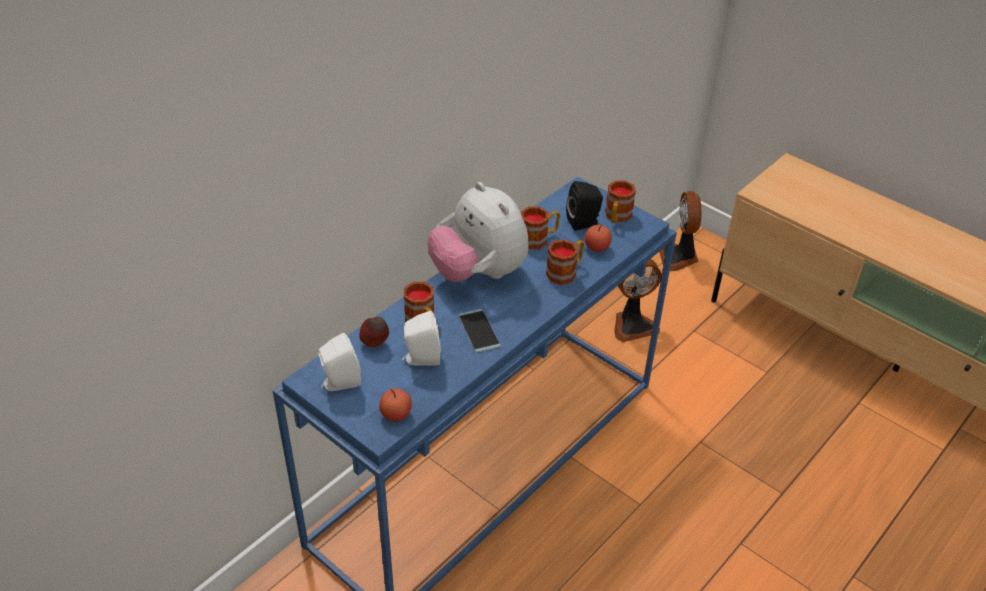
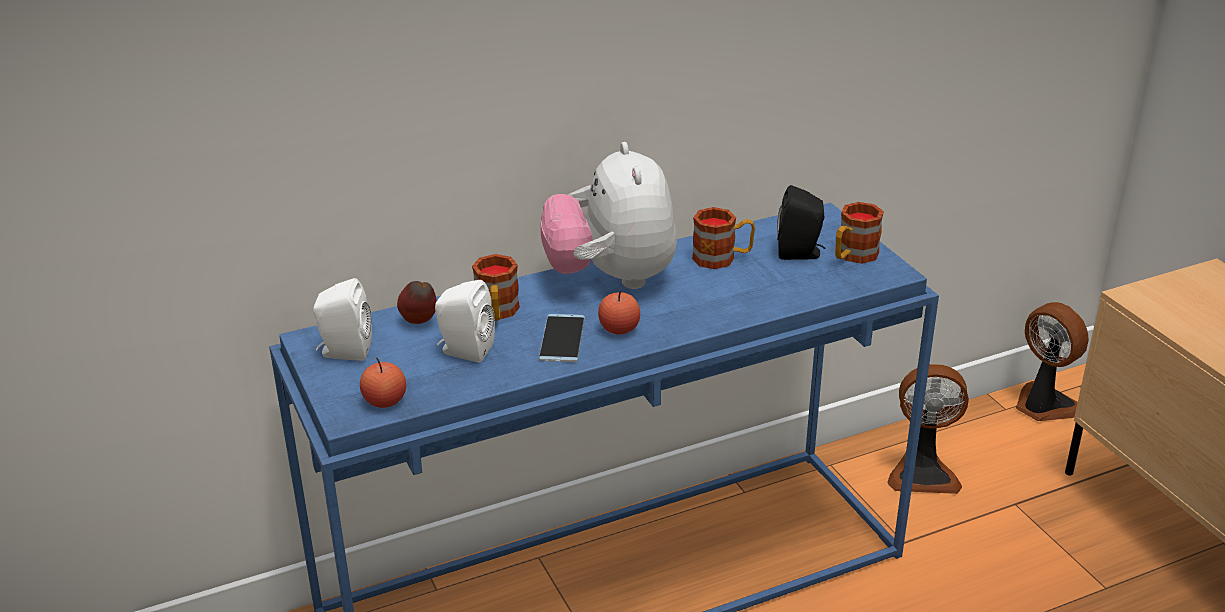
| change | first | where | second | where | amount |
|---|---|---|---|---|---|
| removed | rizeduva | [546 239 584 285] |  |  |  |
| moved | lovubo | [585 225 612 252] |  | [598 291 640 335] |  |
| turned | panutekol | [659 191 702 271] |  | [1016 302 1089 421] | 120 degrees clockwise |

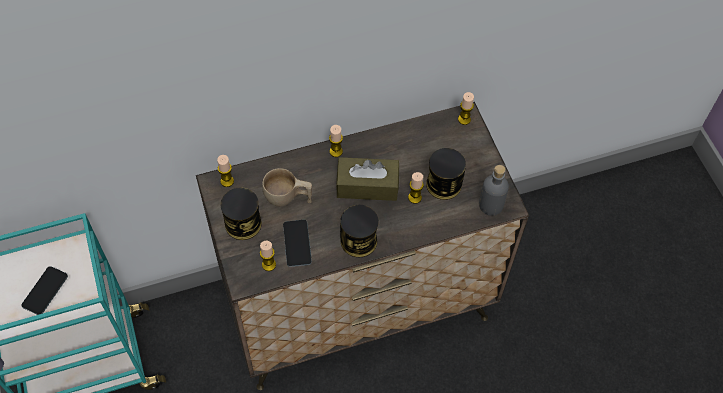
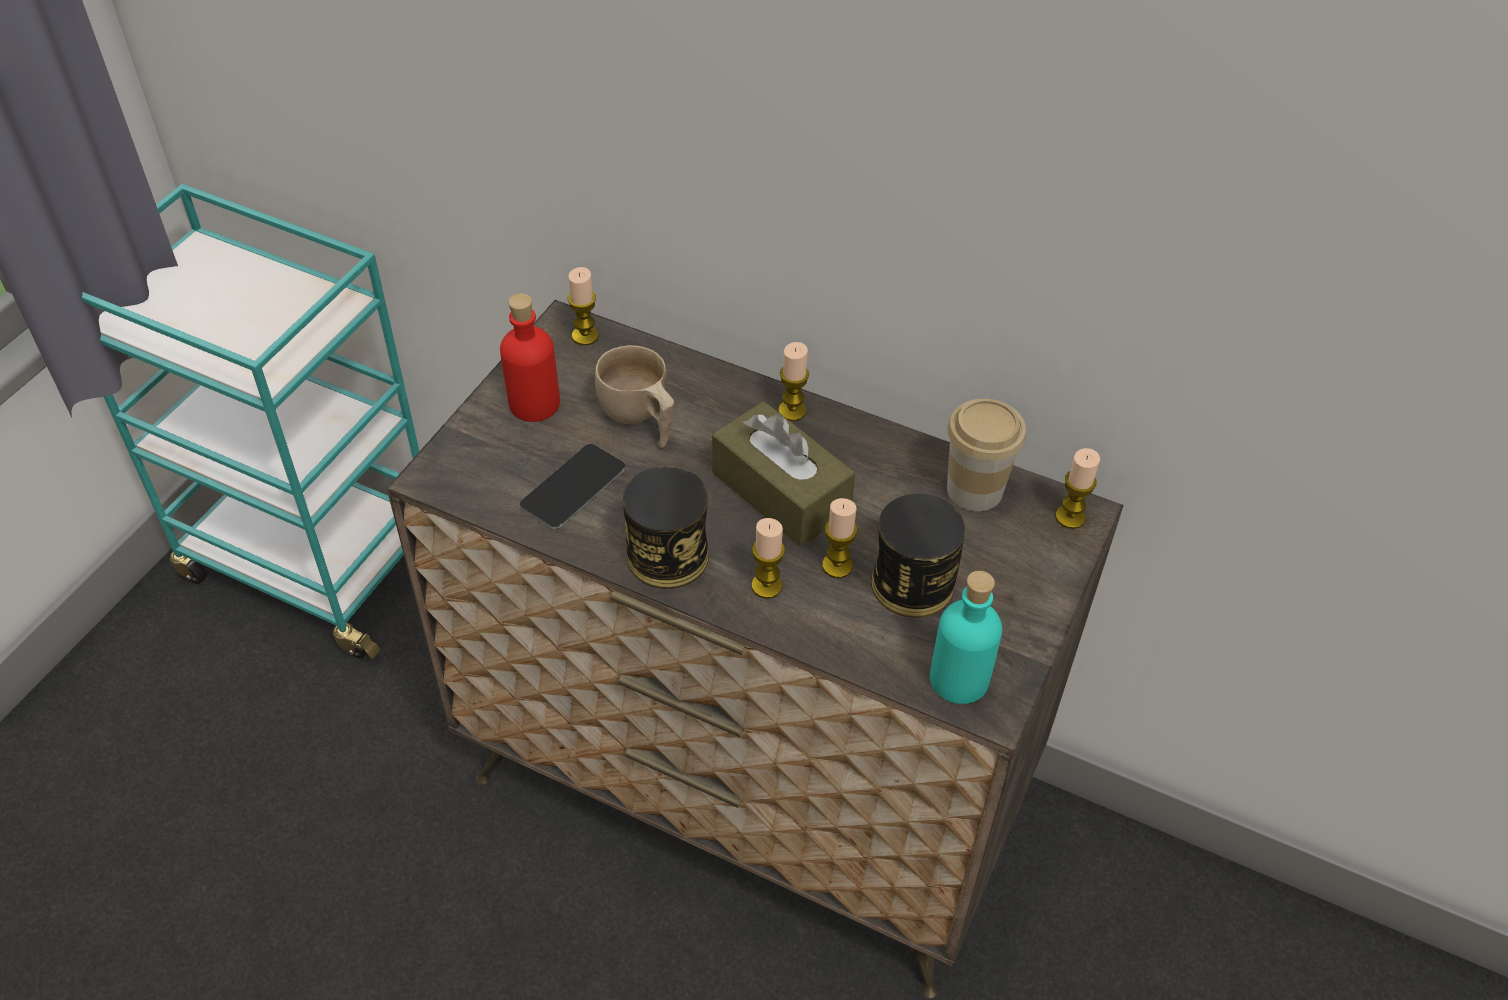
| change | first | where | second | where | amount |
|---|---|---|---|---|---|
| removed | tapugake | [21 266 68 315] |  |  |  |
| replaced | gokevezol | [221 187 262 240] | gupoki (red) | [500 293 560 422] |  |
| moved | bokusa | [260 240 276 271] |  | [751 518 785 599] |  |
| recoloured | gupoki (grey) | [479 165 509 216] | gupoki (turquoise) | [930 571 1002 704] |  |
| added |  |  | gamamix | [947 399 1026 511] |  |

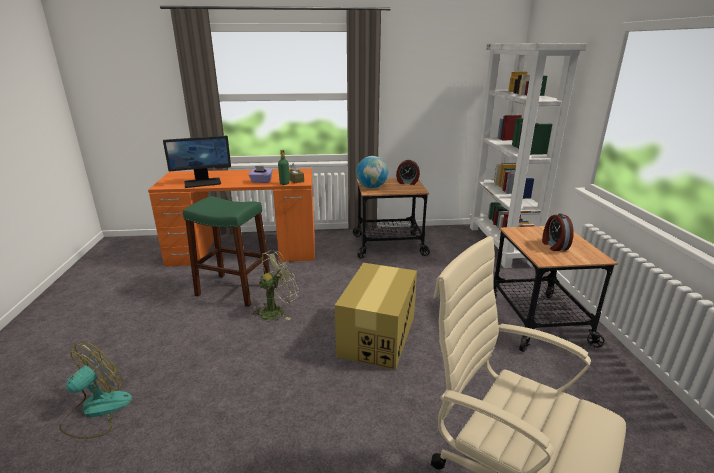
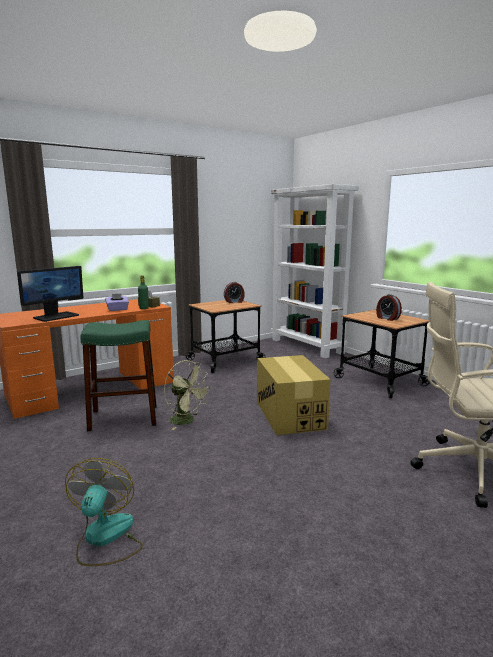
| change | first | where | second | where | amount |
|---|---|---|---|---|---|
| turned | panutekol (green) | [252 250 299 320] |  | [164 360 211 430] | 105 degrees clockwise |
| removed | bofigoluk | [356 156 388 188] |  |  |  |

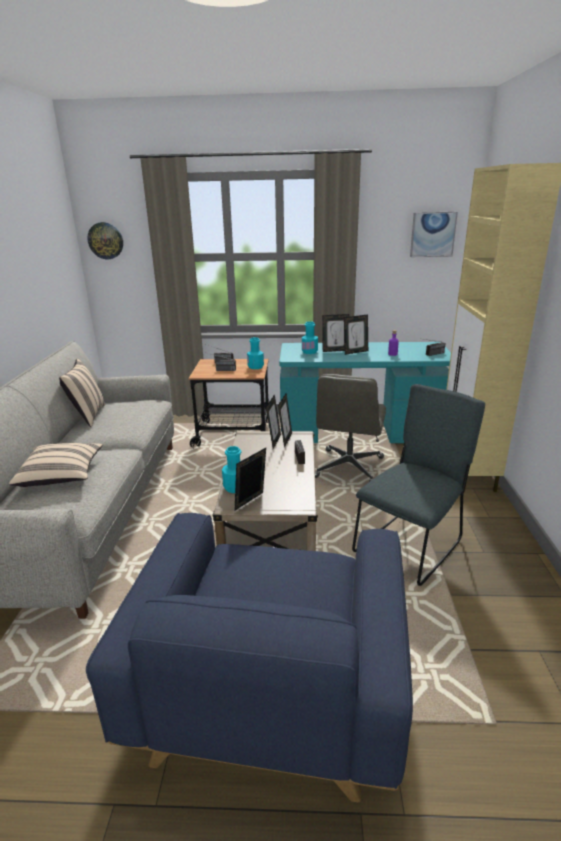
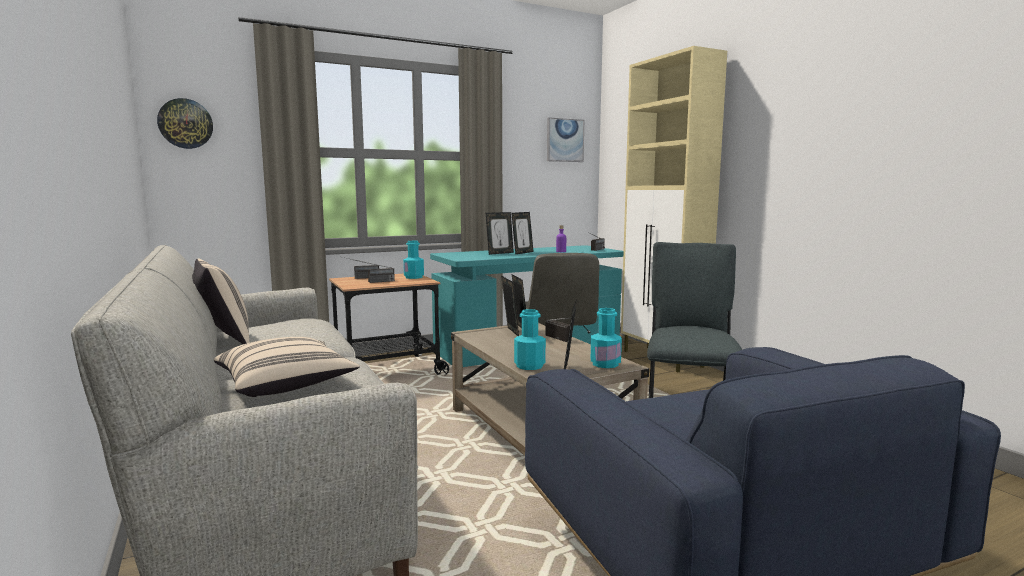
| change | first | where | second | where | amount |
|---|---|---|---|---|---|
| moved | gupoki (turquoise) | [302 321 318 354] |  | [591 308 622 368] |  |

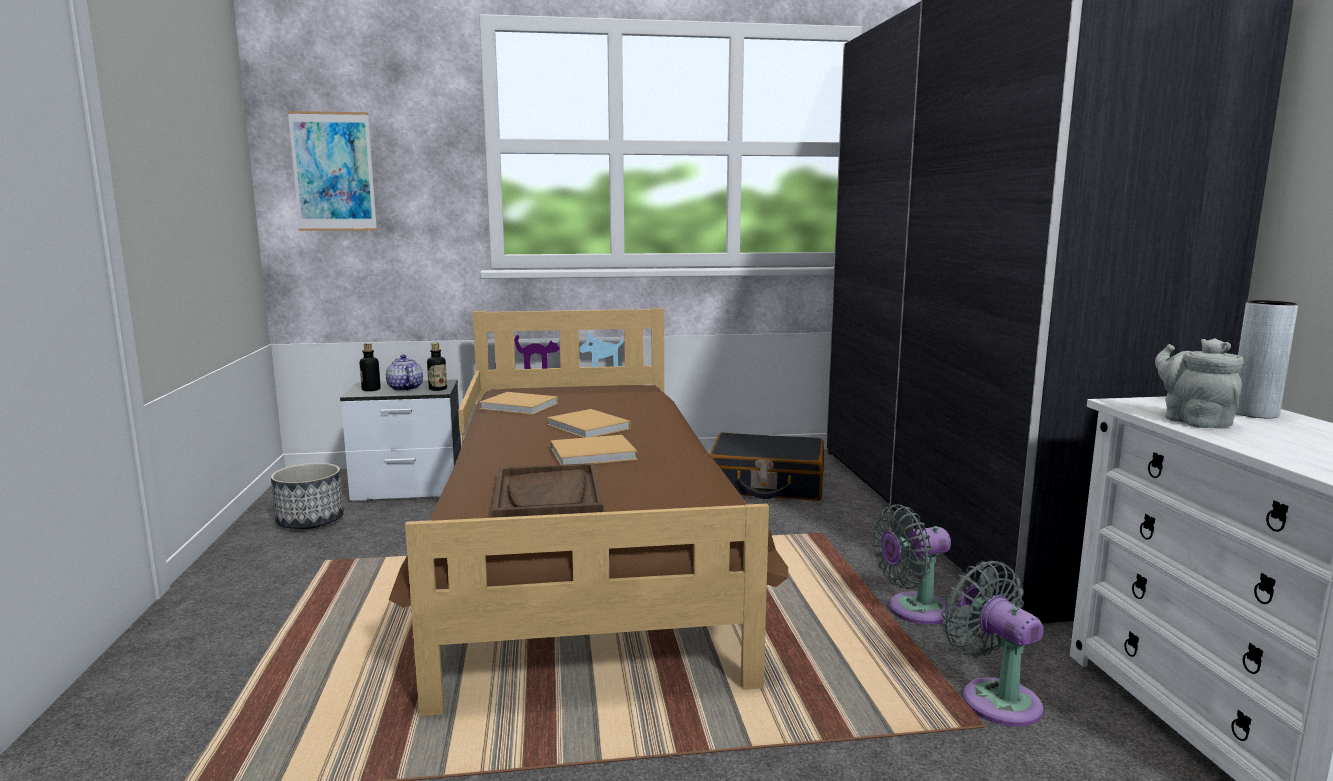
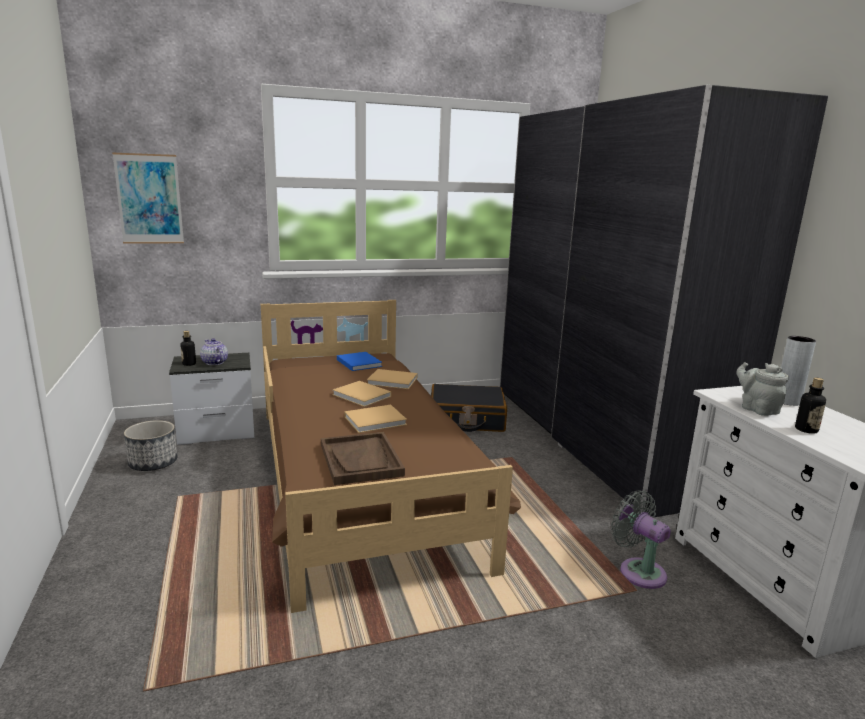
| change | first | where | second | where | amount |
|---|---|---|---|---|---|
| moved | gupoki | [427 343 447 391] |  | [795 377 826 434] |  |
| moved | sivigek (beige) | [479 392 558 415] |  | [367 369 418 389] |  |
| removed | panutekol (grey) | [872 504 952 625] |  |  |  |
| added |  |  | sivigek (blue) | [337 352 382 371] |  |

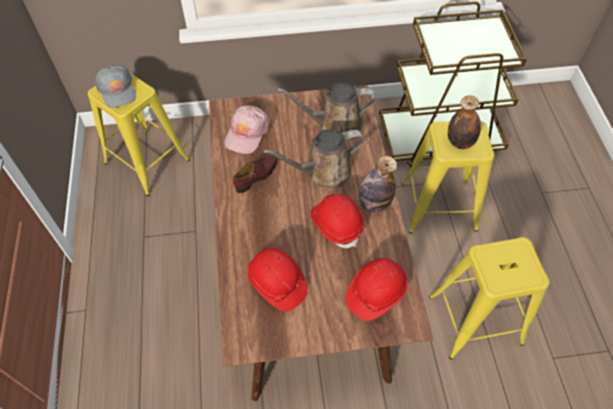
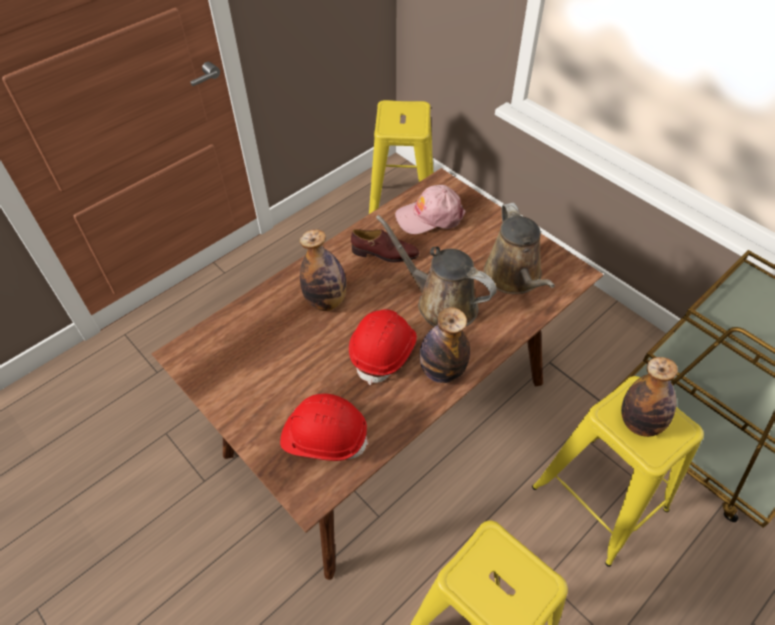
| change | first | where | second | where | amount |
|---|---|---|---|---|---|
| removed | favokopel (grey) | [95 65 136 108] |  |  |  |
| removed | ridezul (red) | [247 248 308 312] |  |  |  |
| turned | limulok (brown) | [277 83 376 140] |  | [484 203 555 294] | 150 degrees counterclockwise |
| added |  |  | gupoki | [300 229 347 311] |  |

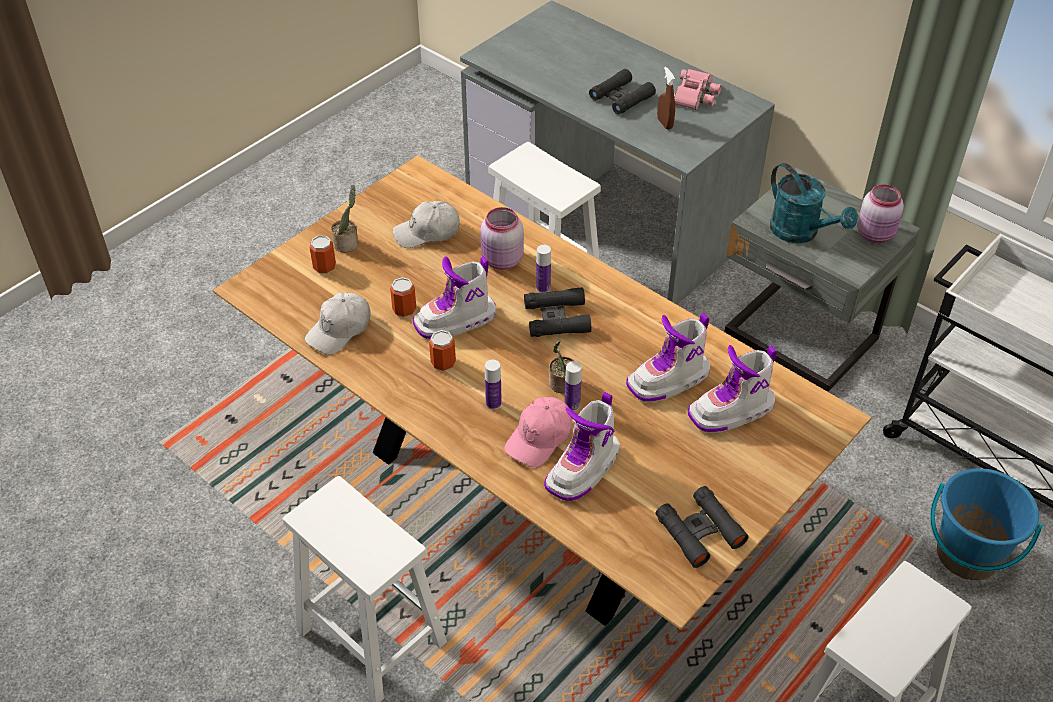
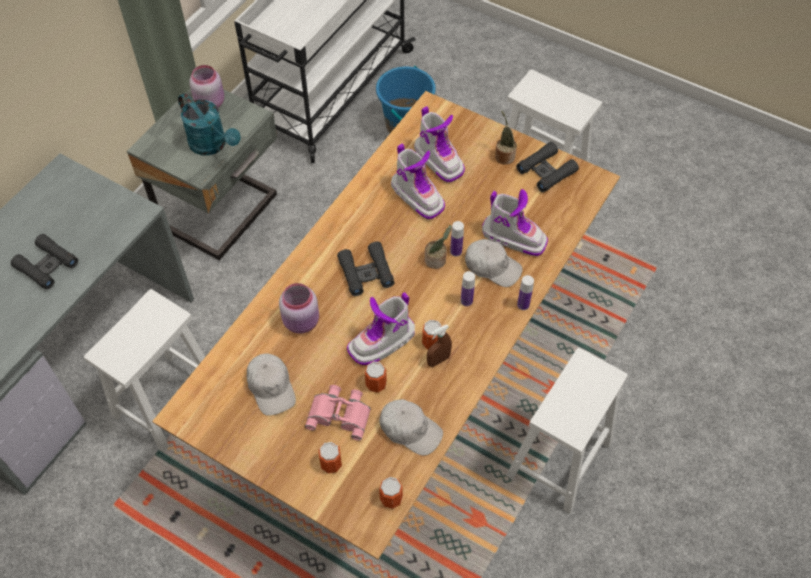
| change | first | where | second | where | amount |
|---|---|---|---|---|---|
| moved | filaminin | [331 185 358 253] |  | [495 111 517 165] |  |
| turned | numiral | [413 256 496 340] |  | [347 292 415 365] | 90 degrees clockwise |
| recoloured | favokopel (pink) | [504 397 572 467] | favokopel (white) | [465 239 523 287] |  |
| moved | gupoki | [536 245 551 293] |  | [517 275 534 310] |  |
| moved | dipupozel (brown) | [657 67 675 130] |  | [427 325 452 367] |  |
| moved | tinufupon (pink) | [674 69 722 110] |  | [305 385 371 441] |  |
| turned | limulok (turquoise) | [770 163 858 244] |  | [178 93 240 155] | 90 degrees clockwise |
| added |  |  | gokevezol | [379 477 403 509] |  |

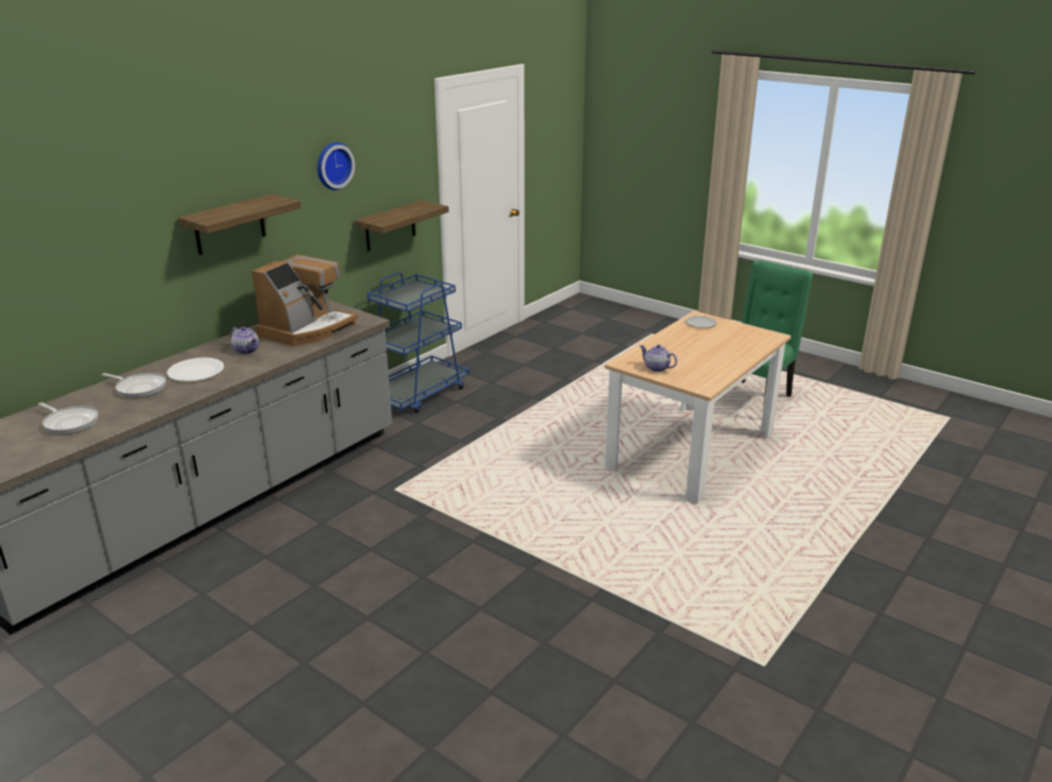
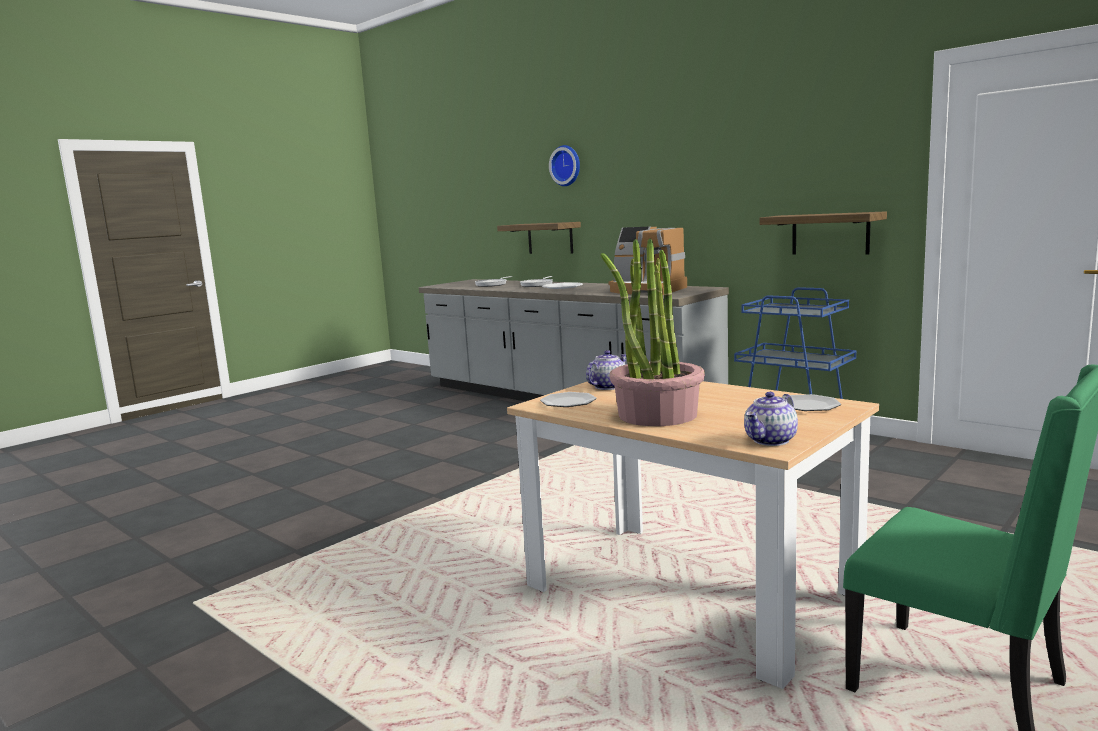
| change | first | where | second | where | amount |
|---|---|---|---|---|---|
| moved | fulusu | [178 194 301 255] |  | [497 222 581 254] |  |
| moved | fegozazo | [231 327 259 354] |  | [744 392 798 446] |  |
| moved | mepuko | [317 142 355 190] |  | [549 145 580 186] |  |
| added |  |  | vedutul | [540 392 596 407] |  |
| added |  |  | filaminin | [600 239 705 426] |  |

